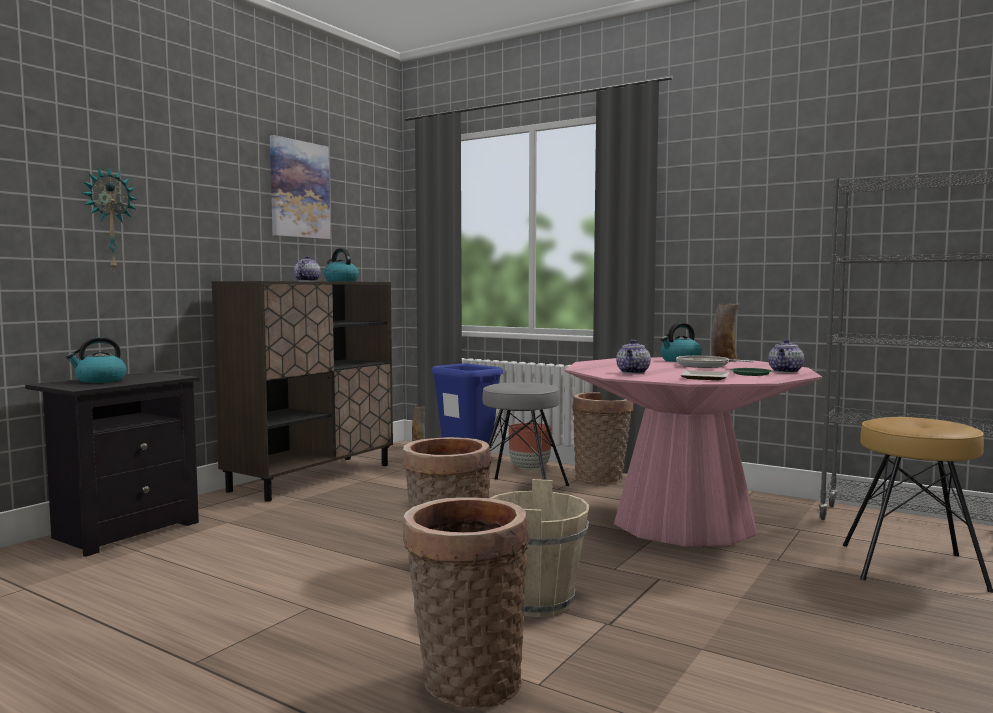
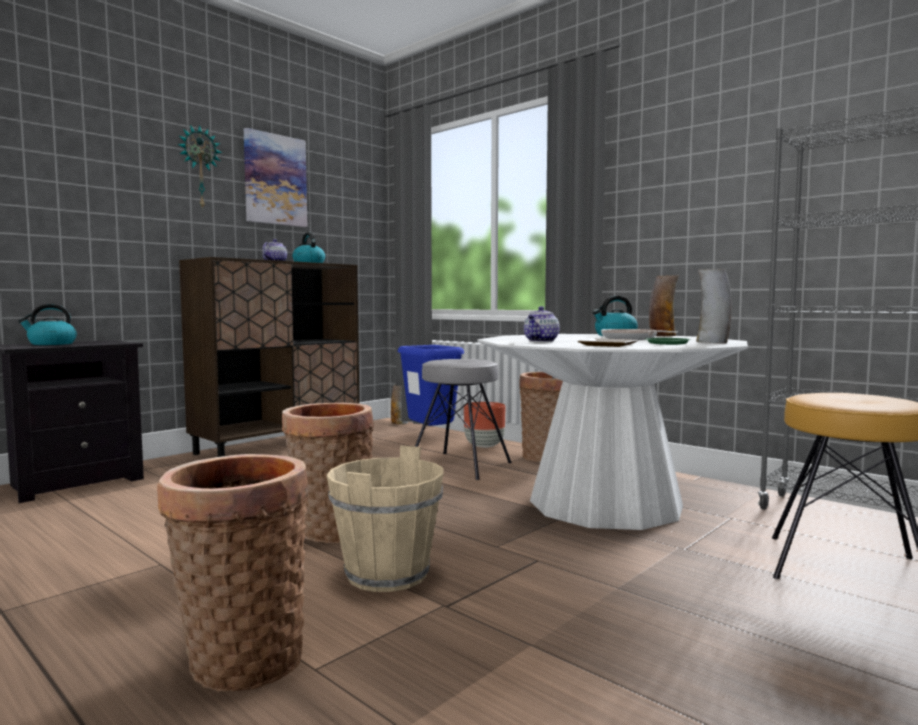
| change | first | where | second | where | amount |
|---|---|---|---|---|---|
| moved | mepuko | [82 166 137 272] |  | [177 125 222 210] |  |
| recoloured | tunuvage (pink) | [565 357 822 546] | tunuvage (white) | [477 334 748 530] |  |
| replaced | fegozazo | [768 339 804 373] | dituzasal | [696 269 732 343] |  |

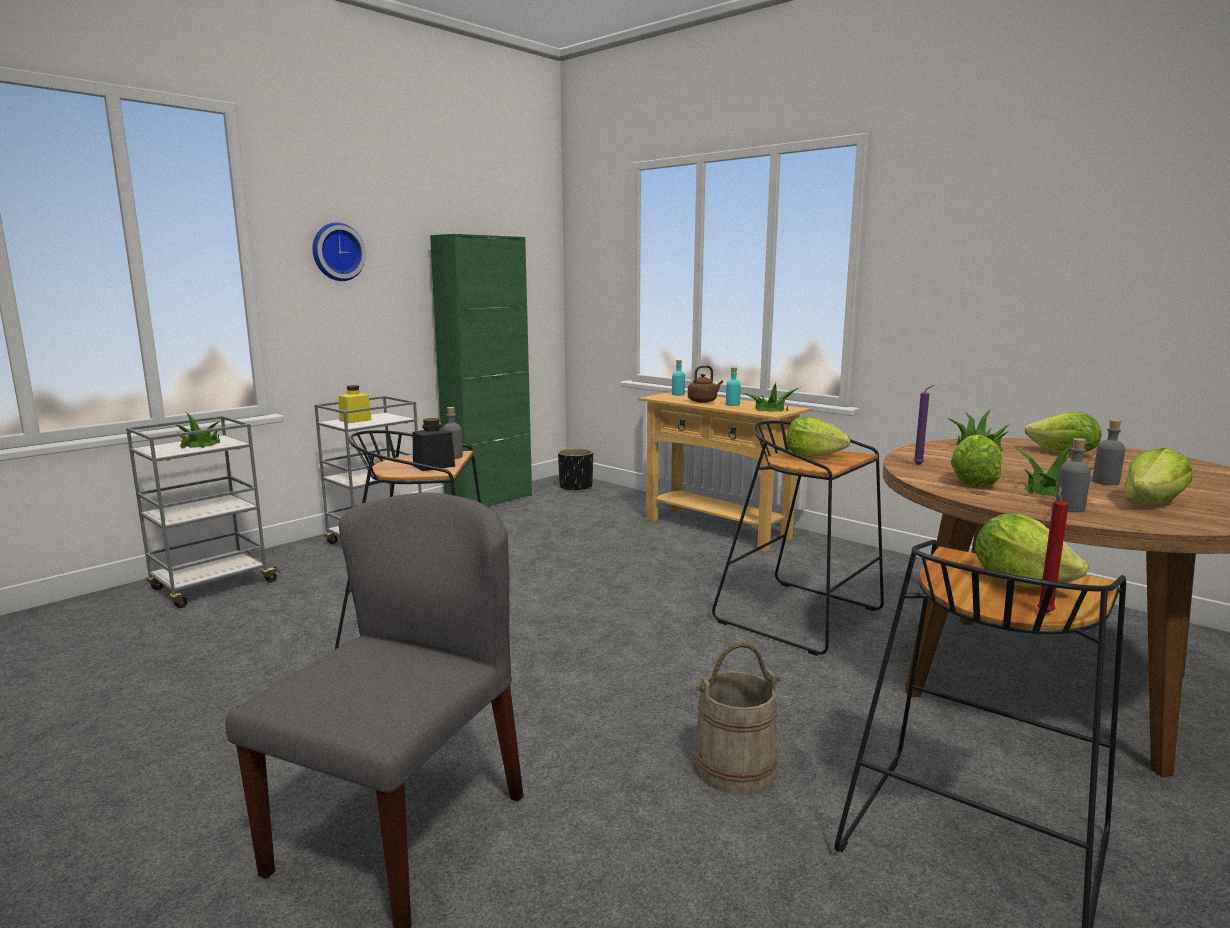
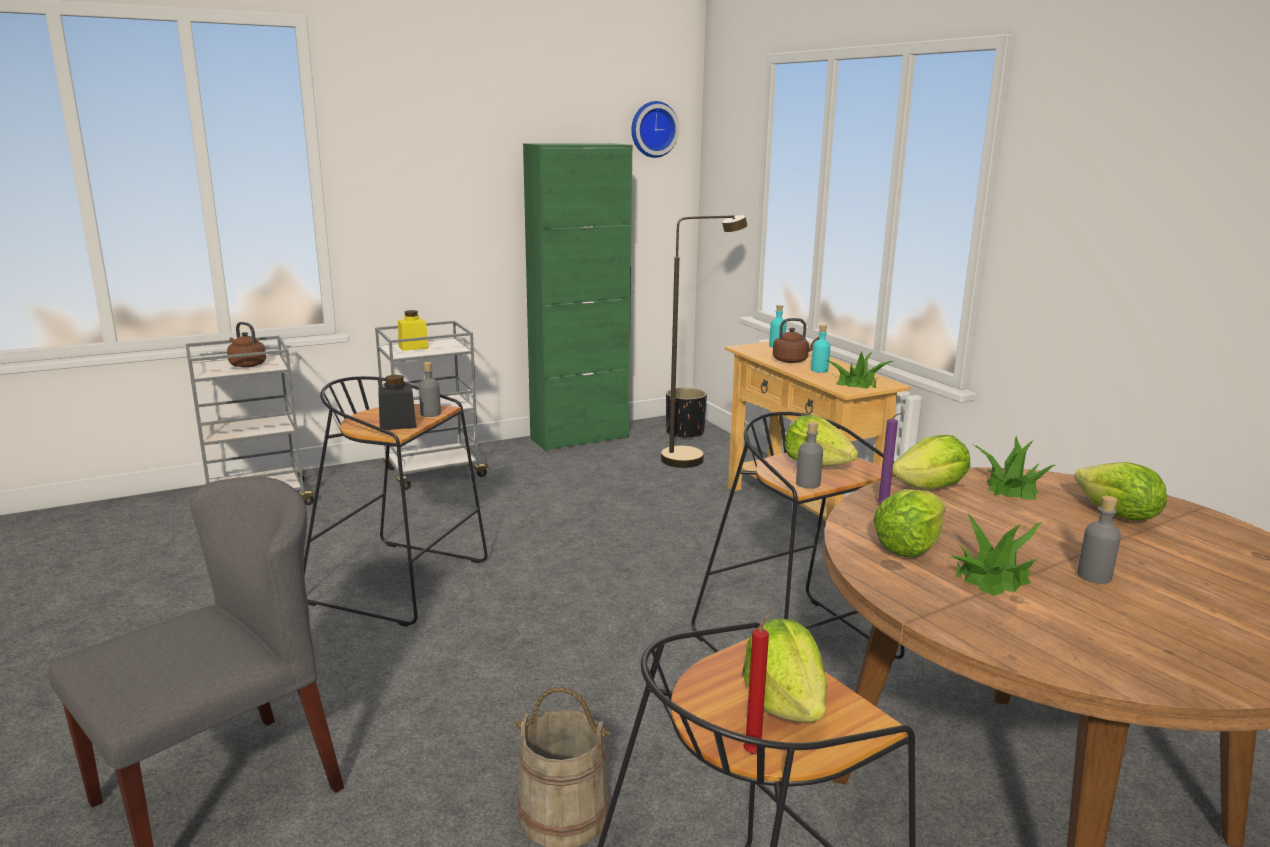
| change | first | where | second | where | amount |
|---|---|---|---|---|---|
| replaced | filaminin | [176 412 220 448] | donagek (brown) | [227 322 266 368] |  |
| moved | mepuko | [313 222 366 281] |  | [631 101 679 158] |  |
| moved | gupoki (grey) | [1056 438 1091 512] |  | [796 422 823 489] |  |
| moved | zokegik | [1124 448 1192 504] |  | [892 435 970 489] |  |
| added |  |  | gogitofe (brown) | [661 215 748 468] |  |

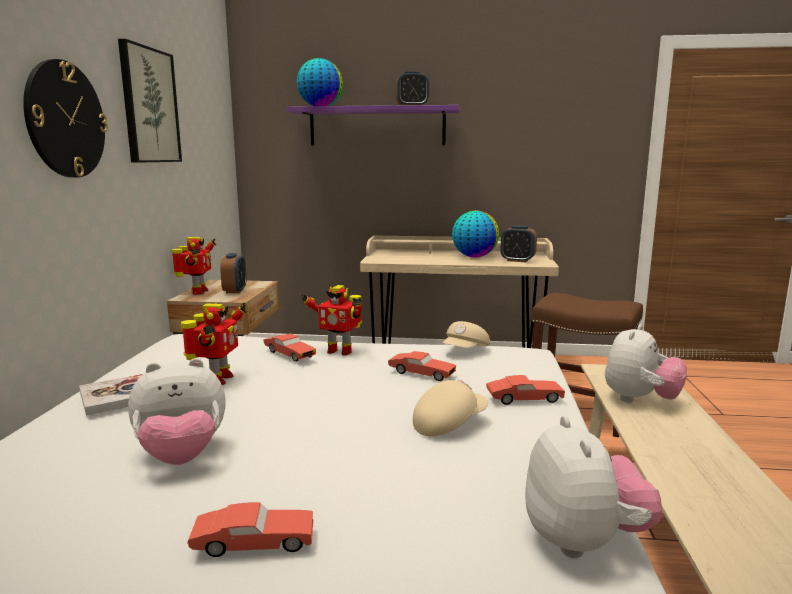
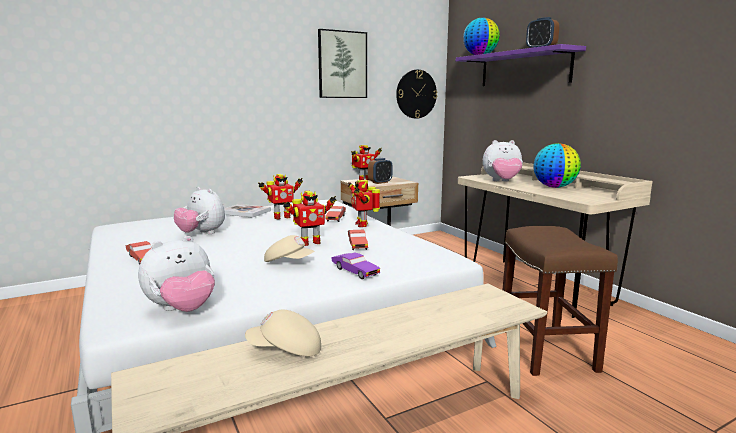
| change | first | where | second | where | amount |
|---|---|---|---|---|---|
| moved | mepuko | [23 59 108 178] |  | [396 70 437 119] |  |
| moved | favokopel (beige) | [442 321 490 348] |  | [245 309 321 356] |  |
| recoloured | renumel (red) | [486 375 565 405] | renumel (purple) | [331 253 380 279] |  |
| removed | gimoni | [500 225 537 262] |  |  |  |
| moved | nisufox | [605 324 687 403] |  | [483 140 523 181] |  |
| added |  |  | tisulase | [283 191 336 246] |  |

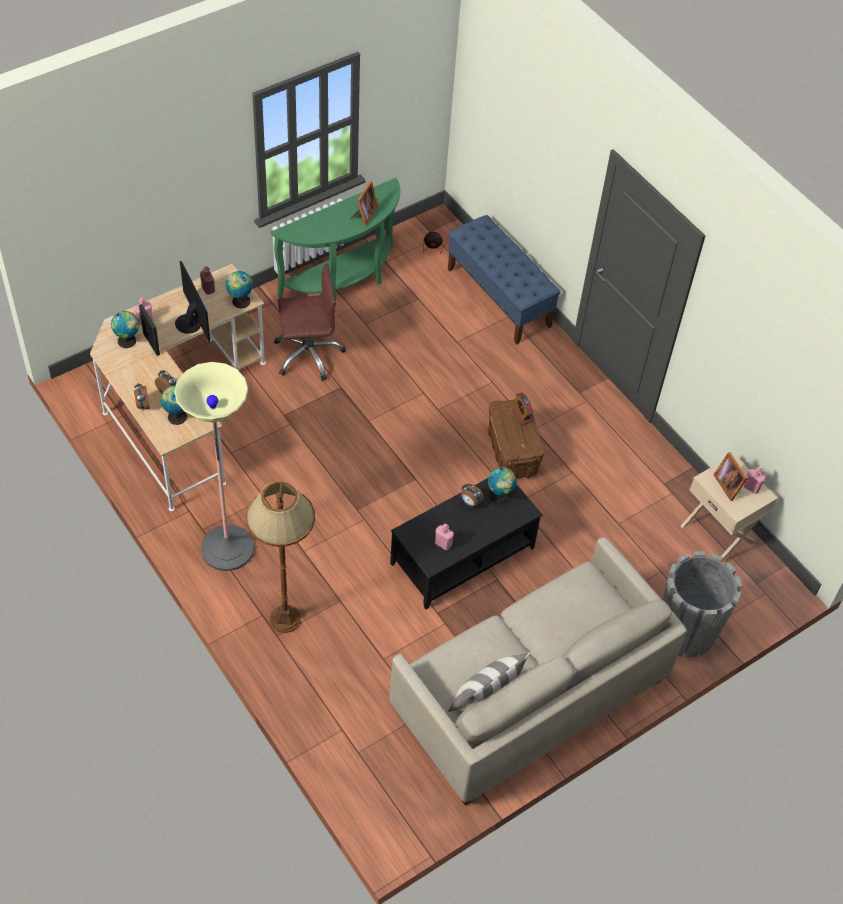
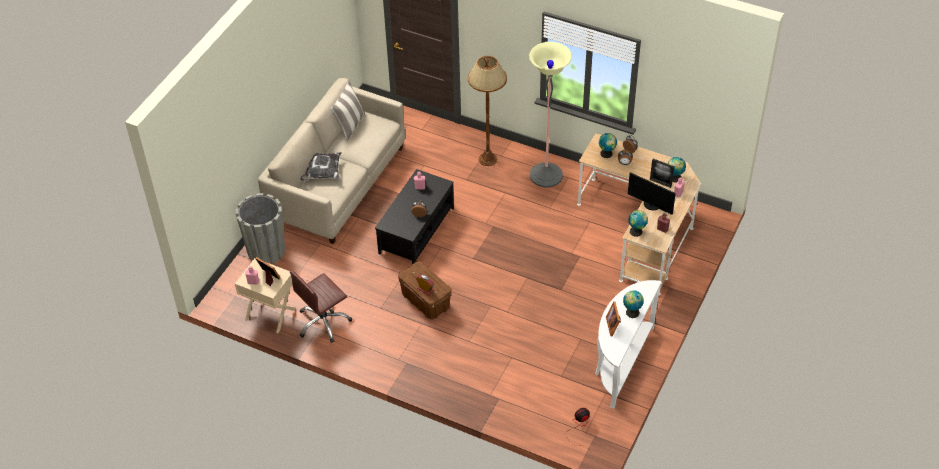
| change | first | where | second | where | amount |
|---|---|---|---|---|---|
| recoloured | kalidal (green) | [271 178 400 300] | kalidal (white) | [595 280 662 408] |  |
| moved | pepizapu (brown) | [274 264 346 381] |  | [290 270 352 343] |  |
| removed | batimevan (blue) | [448 215 561 345] |  |  |  |
| moved | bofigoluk | [488 467 517 503] |  | [623 290 644 318] |  |
| added |  |  | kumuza | [301 152 342 181] |  |

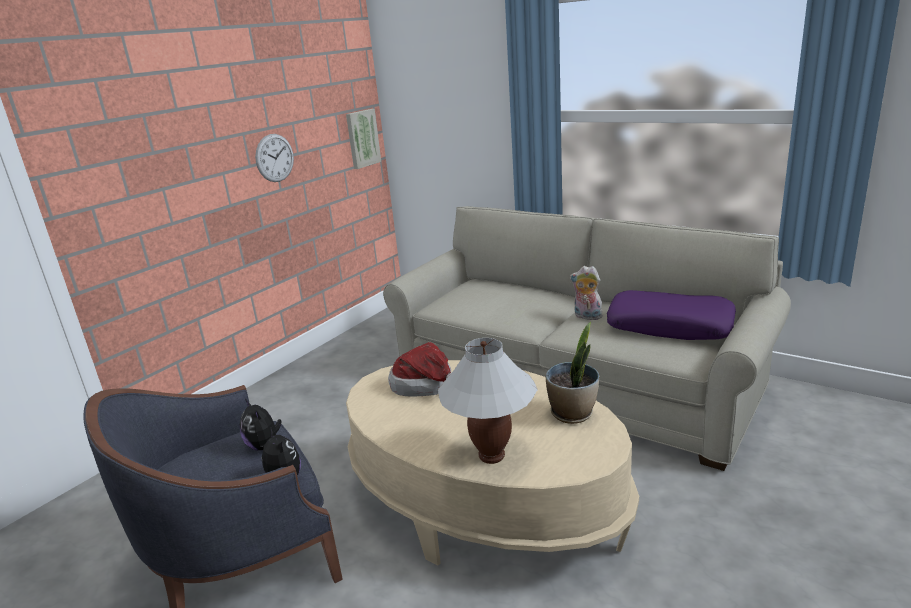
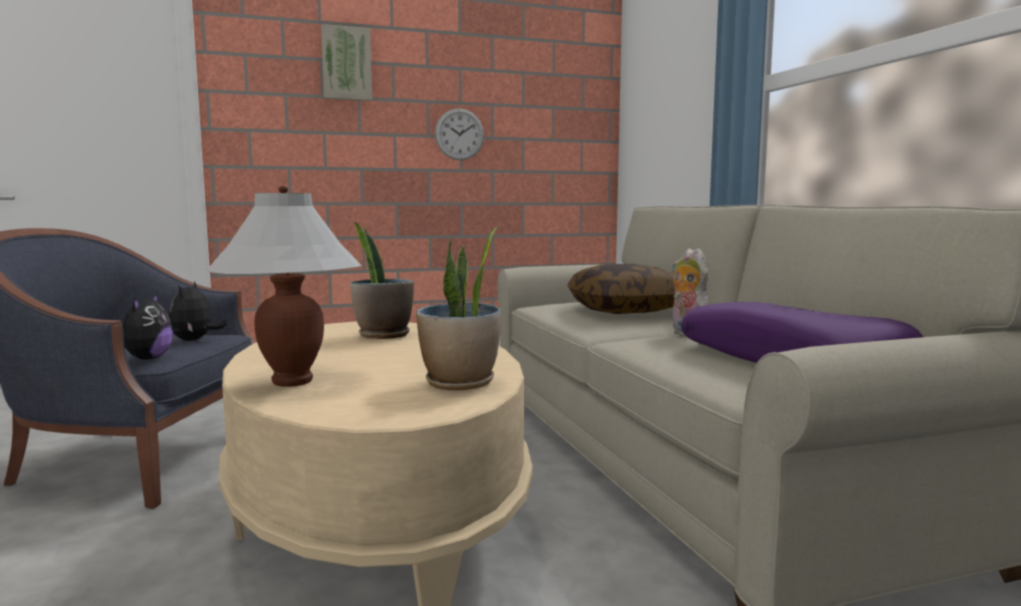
| change | first | where | second | where | amount |
|---|---|---|---|---|---|
| moved | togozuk | [346 109 381 169] |  | [321 24 372 101] |  |
| replaced | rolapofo | [388 342 451 397] | filaminin | [350 222 414 339] |  |
| added |  |  | kumuza | [567 264 675 314] |  |

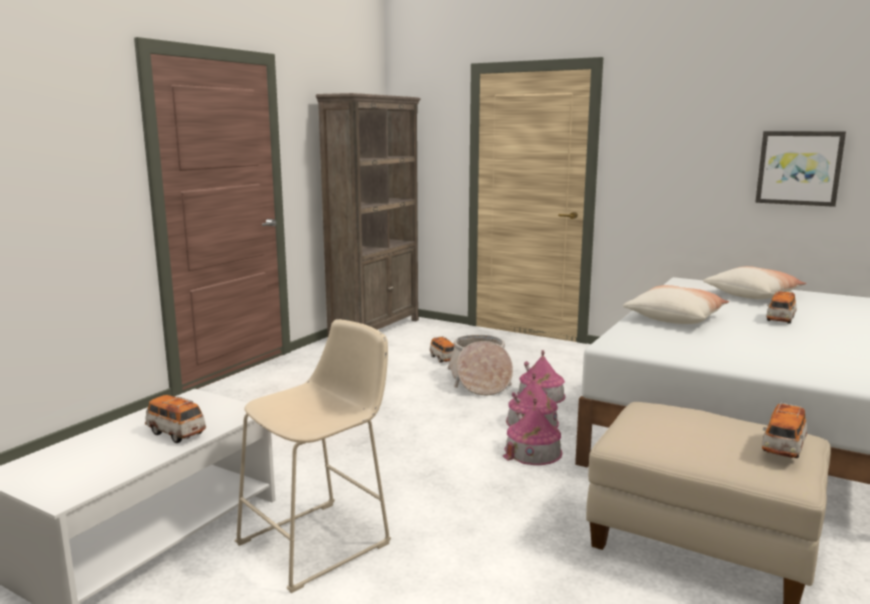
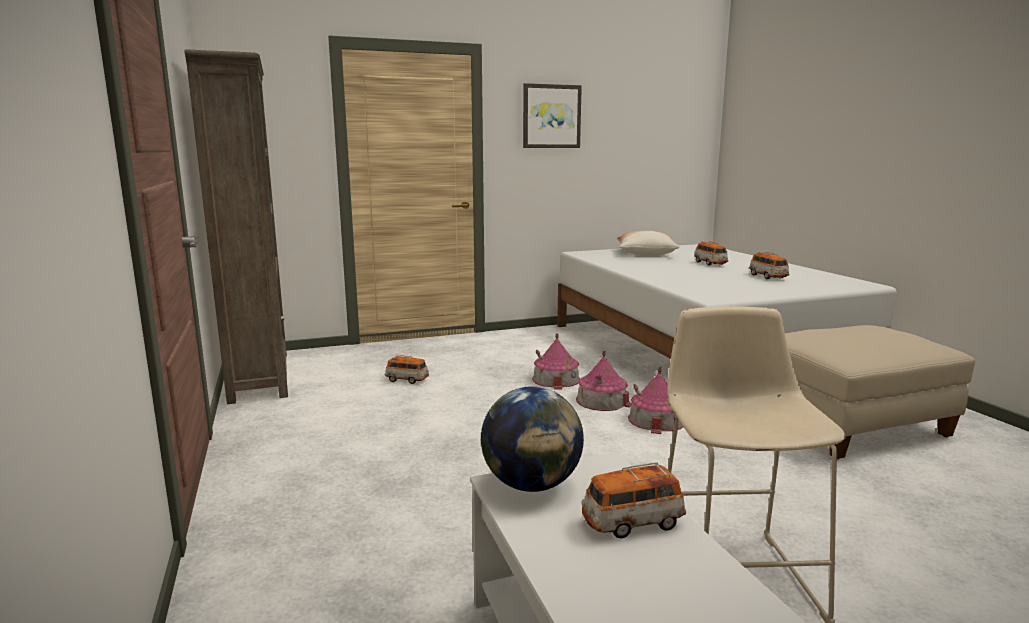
| change | first | where | second | where | amount |
|---|---|---|---|---|---|
| removed | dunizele | [448 335 513 395] |  |  |  |
| removed | kumuza | [623 285 729 324] |  |  |  |
| moved | togozuk | [755 131 846 207] |  | [523 83 582 148] |  |
| moved | renumel | [762 402 807 458] |  | [749 252 789 279] |  |
| added |  |  | bofigoluk | [481 386 584 492] |  |

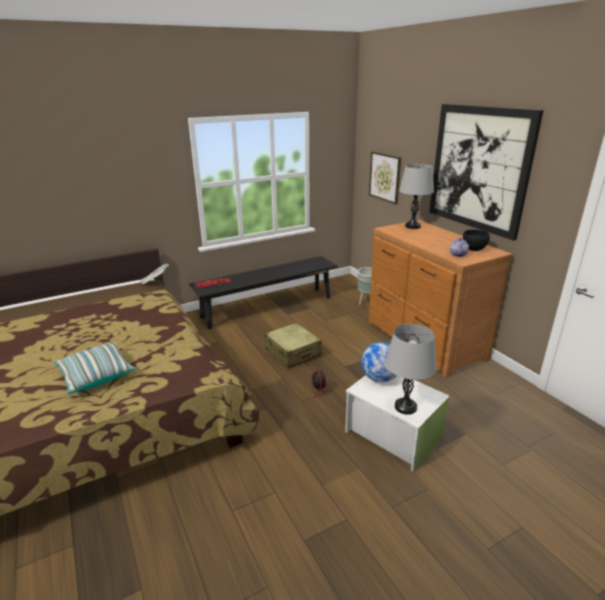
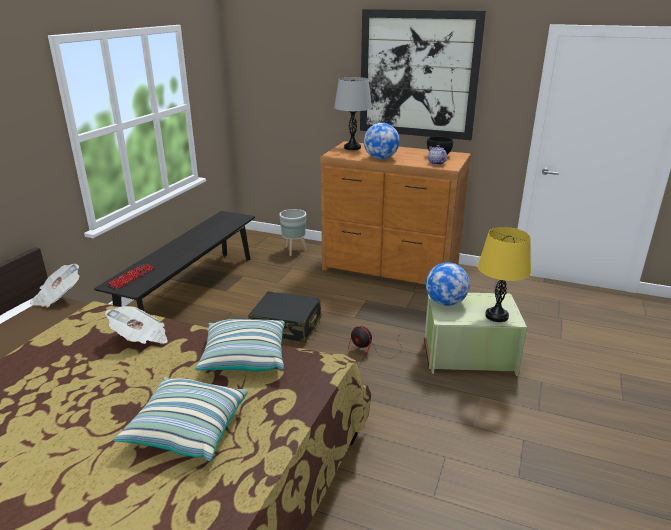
| change | first | where | second | where | amount |
|---|---|---|---|---|---|
| recoloured | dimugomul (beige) | [265 323 322 368] | dimugomul (black) | [248 291 321 343] |  |
| recoloured | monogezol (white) | [345 375 449 472] | monogezol (green) | [424 293 527 376] |  |
| removed | togozuk | [369 152 401 204] |  |  |  |
| recoloured | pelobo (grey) | [385 324 437 415] | pelobo (yellow) | [478 227 531 322] |  |
| added |  |  | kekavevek | [105 306 167 344] |  |
| added |  |  | kumuza | [195 319 285 371] |  |
| added |  |  | bofigoluk | [364 123 400 160] |  |

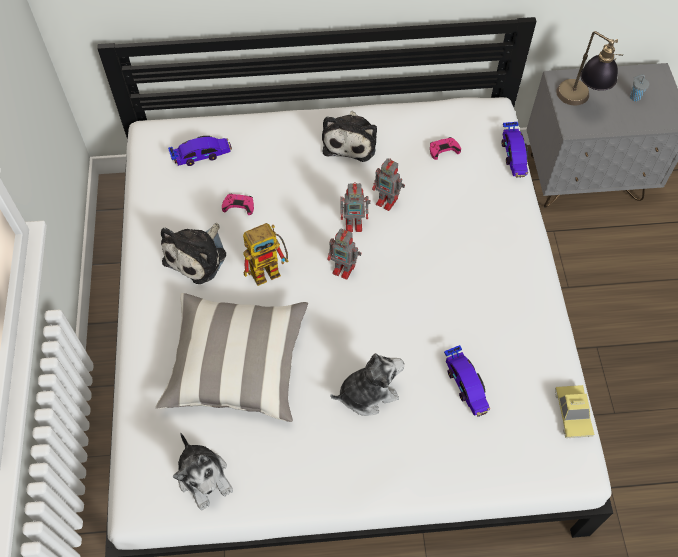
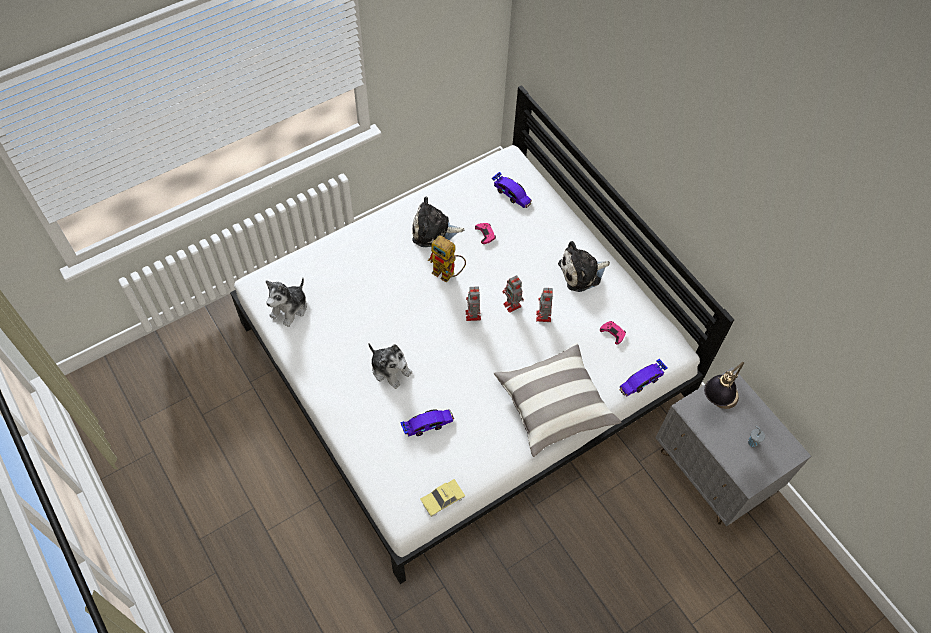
| change | first | where | second | where | amount |
|---|---|---|---|---|---|
| moved | kumuza | [155 293 308 422] |  | [493 343 622 457] |  |
| turned | renumel | [444 345 490 417] |  | [400 409 454 437] | 150 degrees counterclockwise |

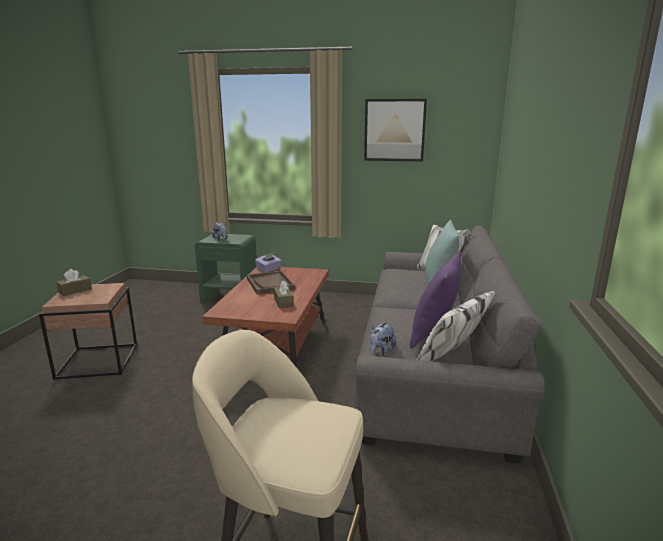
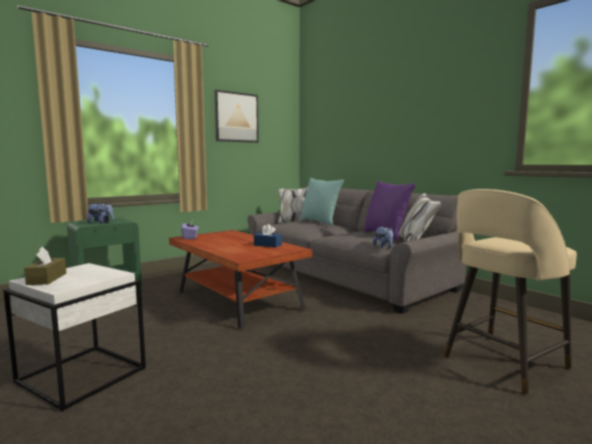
| change | first | where | second | where | amount |
|---|---|---|---|---|---|
| recoloured | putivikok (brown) | [39 283 137 380] | putivikok (white) | [3 263 146 412] |  |
| removed | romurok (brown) | [247 270 295 295] |  |  |  |
| recoloured | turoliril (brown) | [274 281 293 308] | turoliril (blue) | [254 224 282 248] |  |

